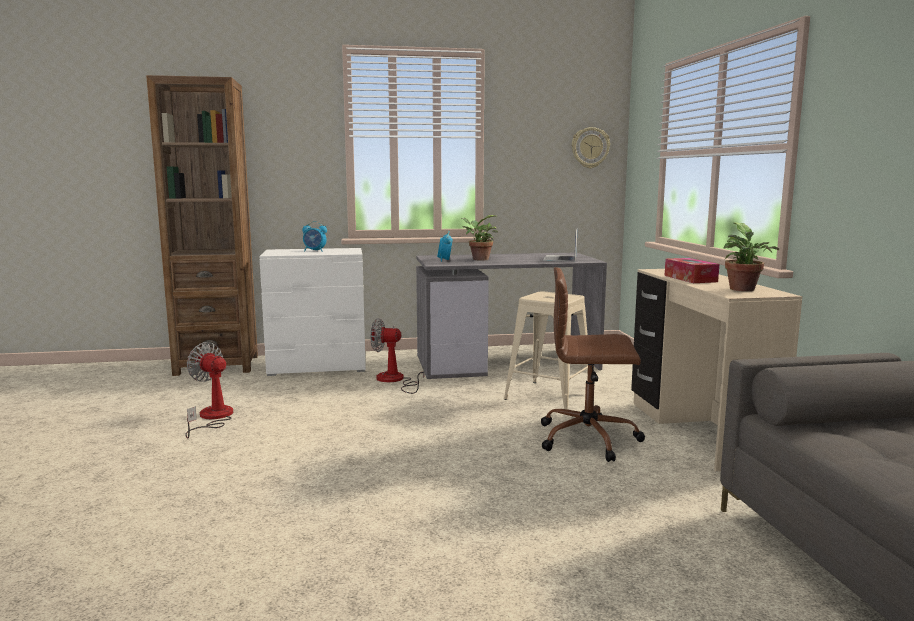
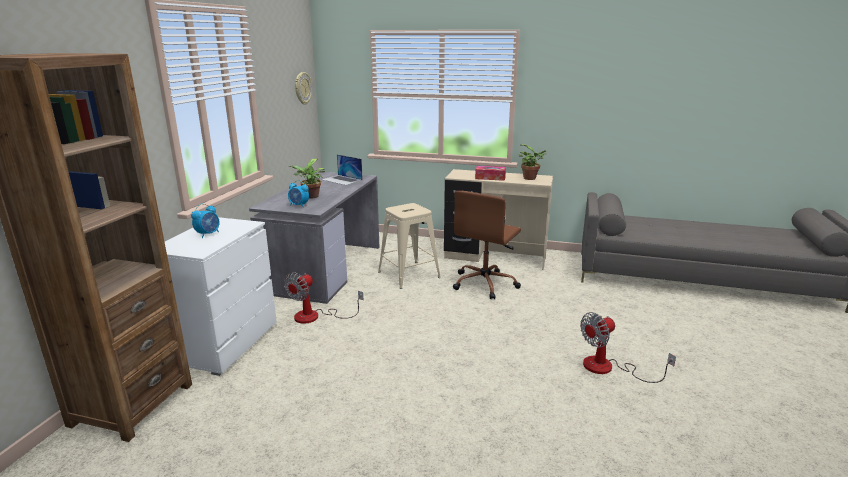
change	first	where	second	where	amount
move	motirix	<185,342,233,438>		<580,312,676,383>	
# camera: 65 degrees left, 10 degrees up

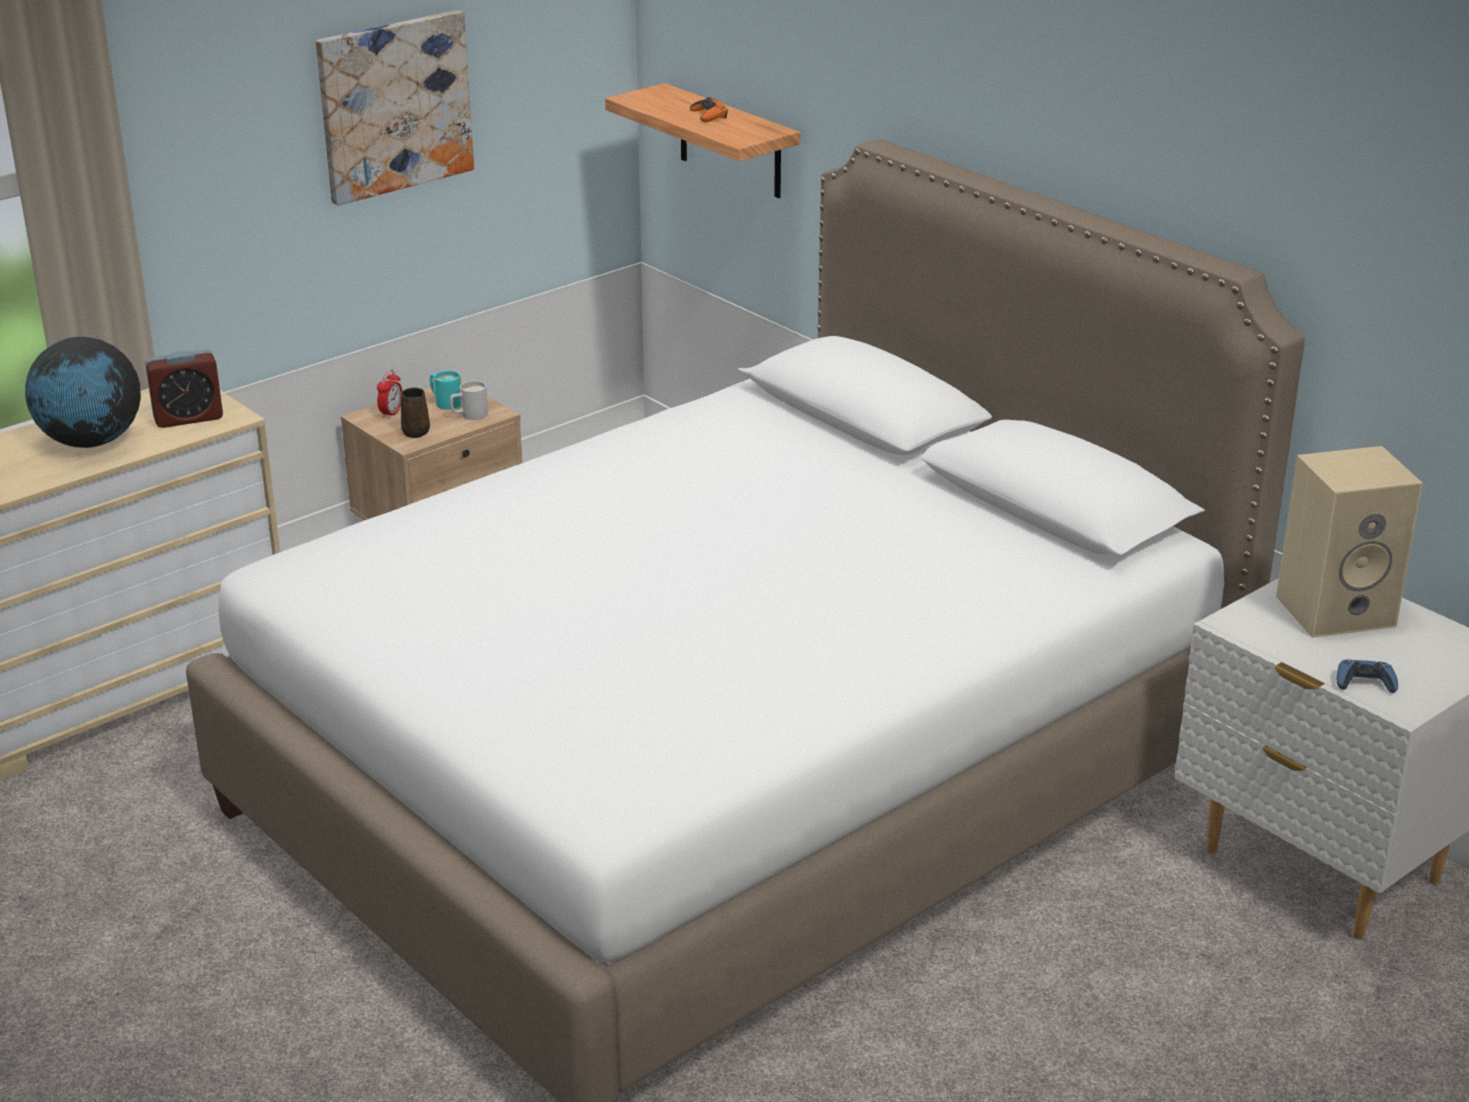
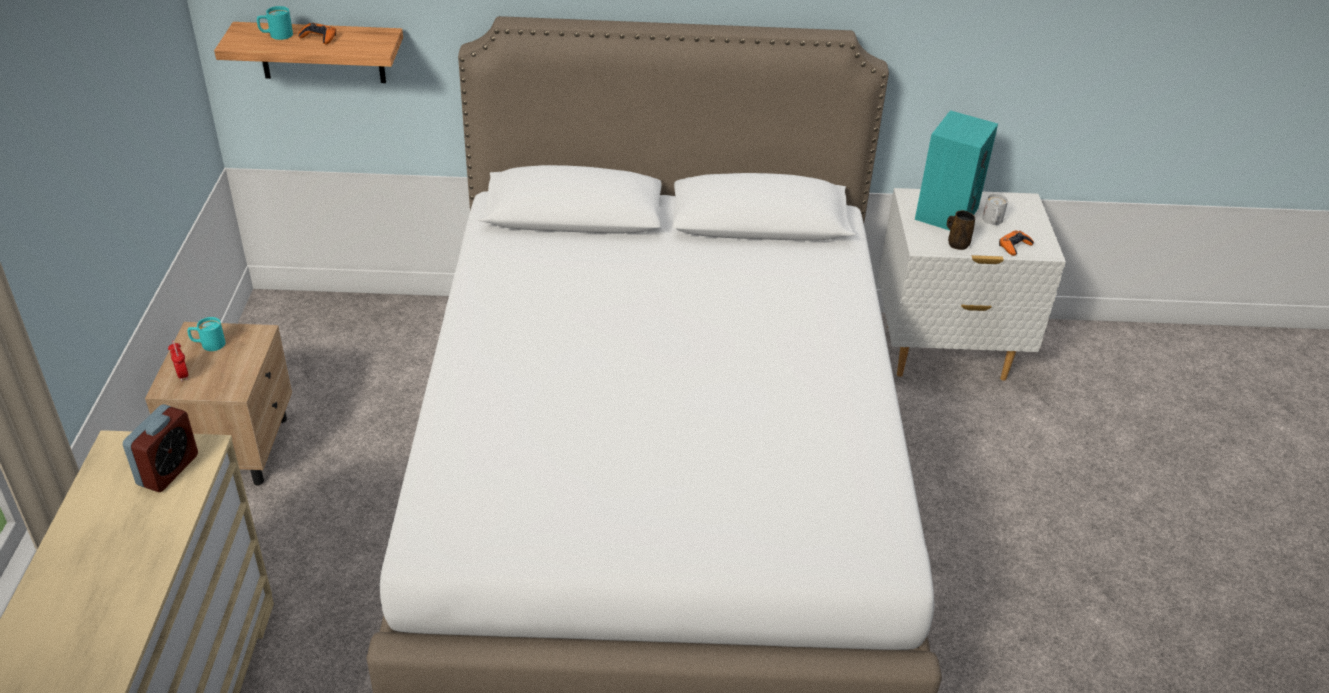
change	first	where	second	where	amount
insert			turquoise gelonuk	<257,6,293,40>	
recolor	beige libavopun	<1276,446,1423,638>	turquoise libavopun	<915,110,998,231>	
move	brown gelonuk	<401,387,430,438>		<947,210,975,250>	
move	white gelonuk	<450,381,488,420>		<982,193,1008,225>	
recolor	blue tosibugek	<1337,659,1398,693>	orange tosibugek	<999,231,1034,256>	
delete	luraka	<25,337,141,448>			
delete	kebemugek	<316,10,474,206>			
# camera: 50 degrees left, 10 degrees up

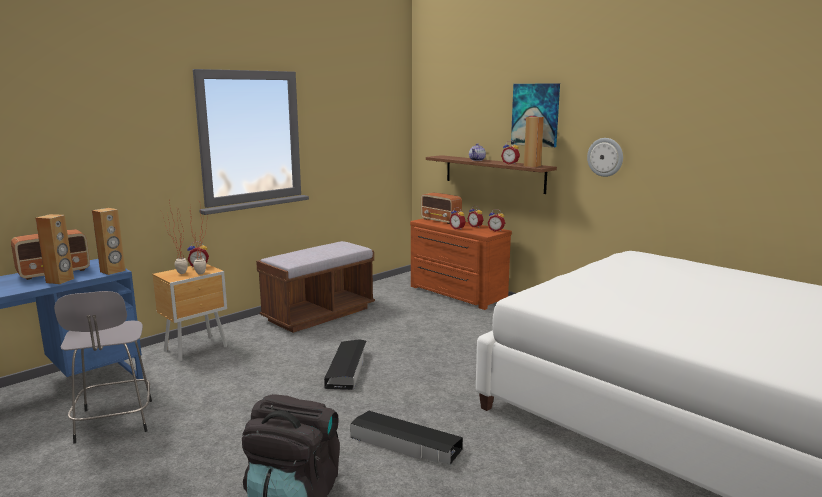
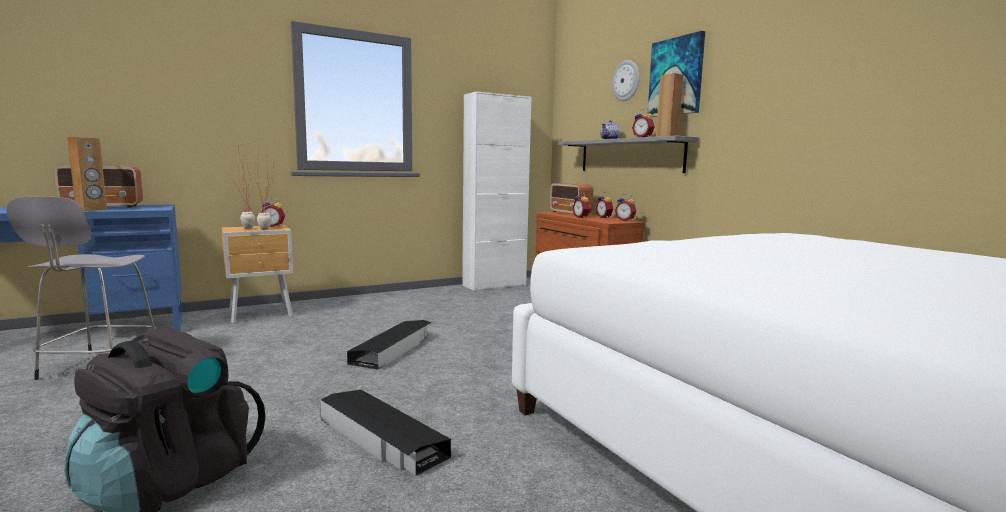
change	first	where	second	where	amount
insert			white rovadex	<462,91,531,291>	
recolor	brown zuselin	<426,155,557,194>	grey zuselin	<558,136,699,173>	
move	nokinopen	<587,138,623,177>		<612,60,639,101>	
delete	brown libavopun	<92,208,125,275>			
delete	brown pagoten	<256,241,375,333>			
# camera: 15 degrees right, 5 degrees down

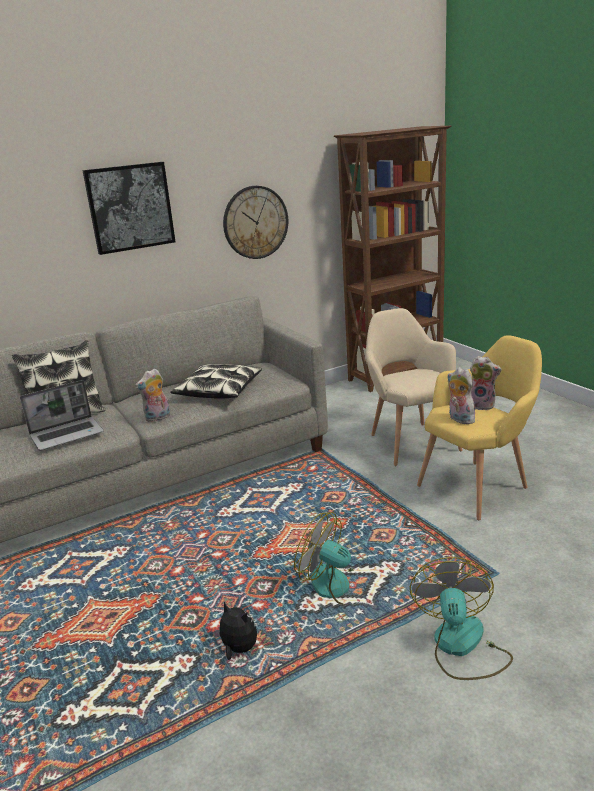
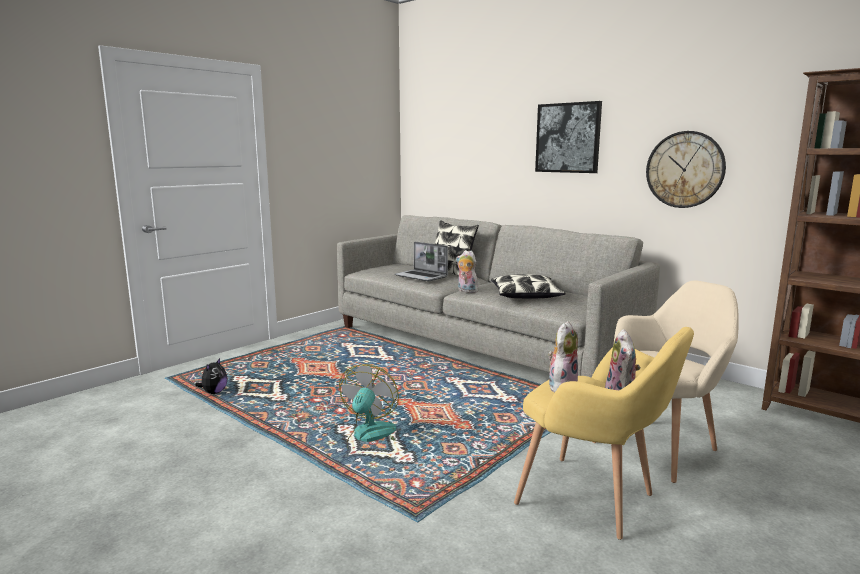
change	first	where	second	where	amount
move	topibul	<213,602,257,660>		<195,358,227,394>	
delete	motirix	<410,557,513,680>			
# camera: 70 degrees right, 10 degrees down

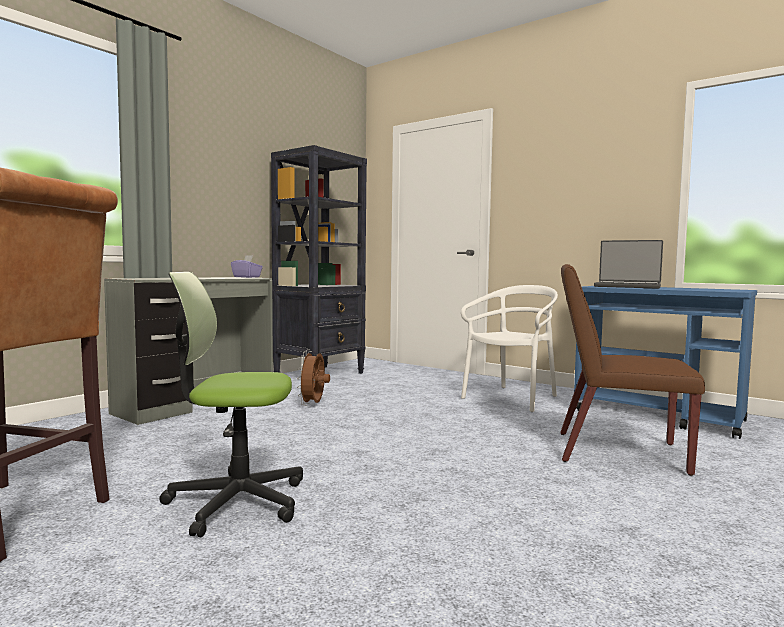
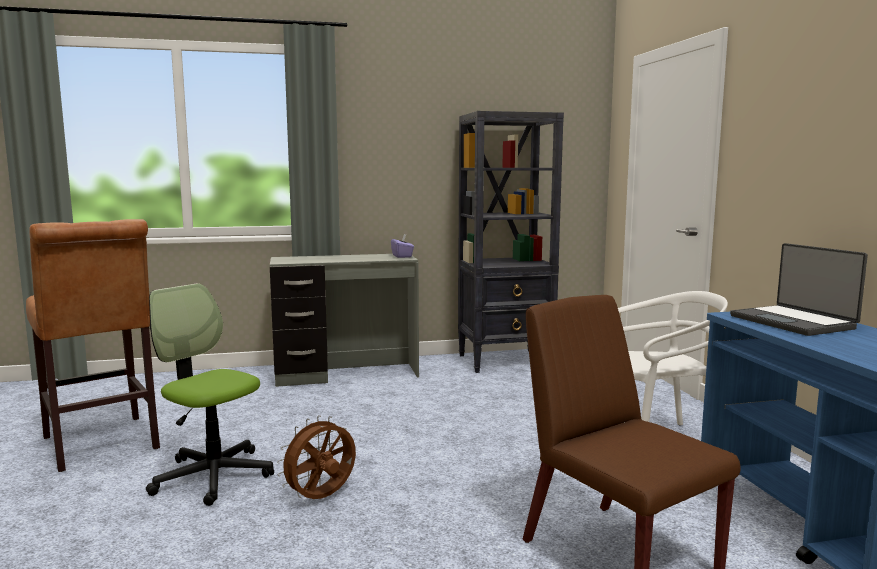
change	first	where	second	where	amount
move	brown motirix	<297,349,330,406>		<277,415,356,499>	
# camera: 40 degrees right, 5 degrees up

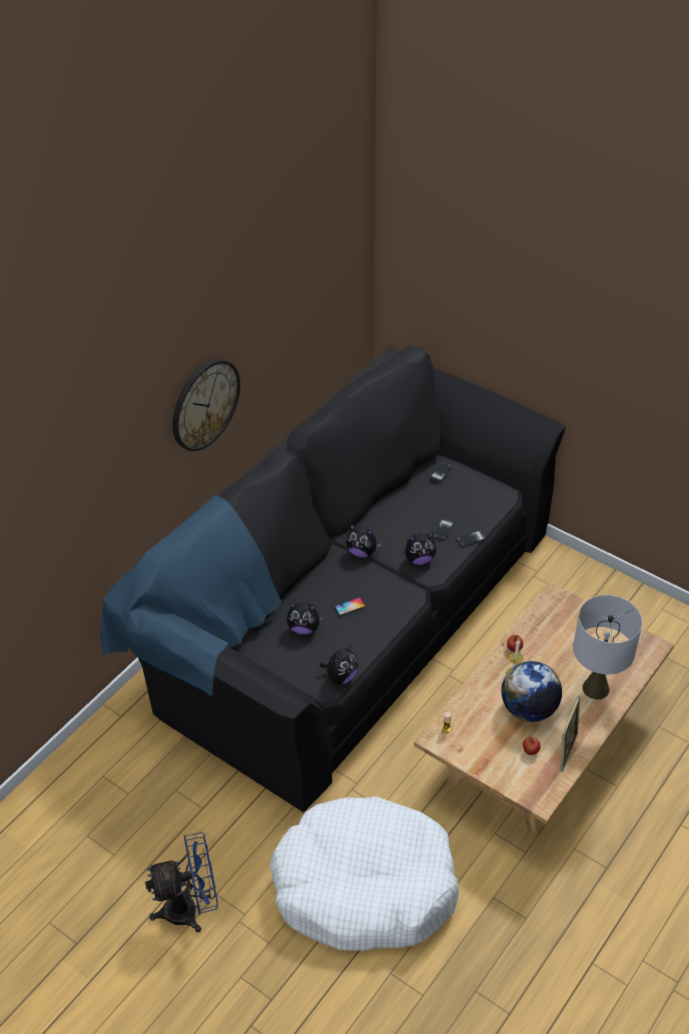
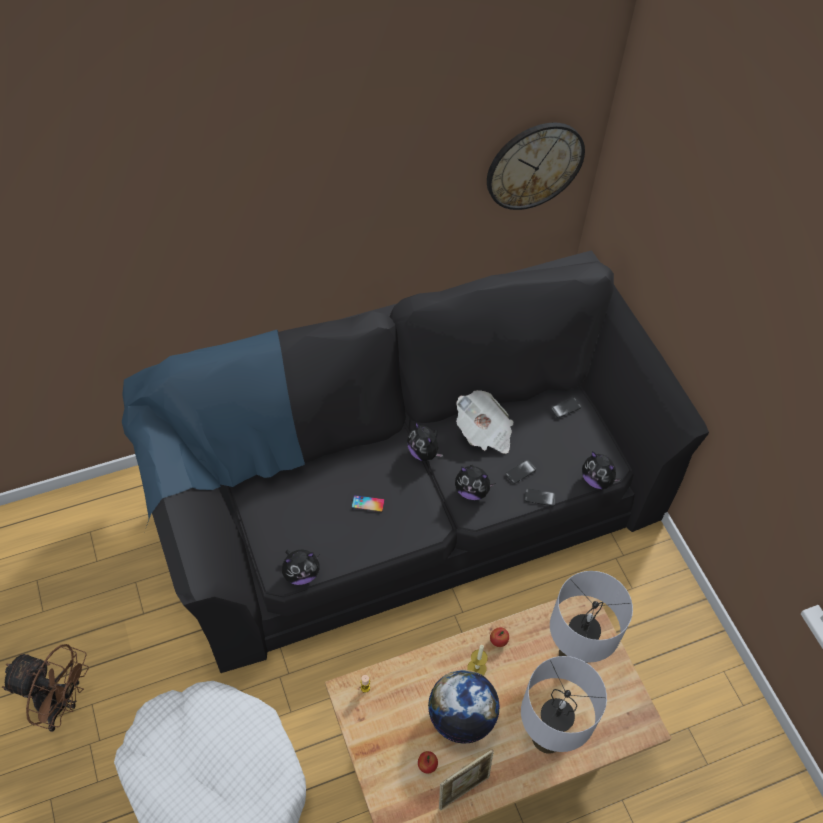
change	first	where	second	where	amount
recolor	blue motirix	<145,832,218,932>	brown motirix	<2,644,89,732>	
insert			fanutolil	<456,390,513,454>	
move	nokinopen	<173,359,240,451>		<487,123,585,210>	
insert			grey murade	<550,571,633,663>	
move	topibul	<287,602,324,635>		<582,451,621,489>	
# camera: 30 degrees right, 10 degrees up

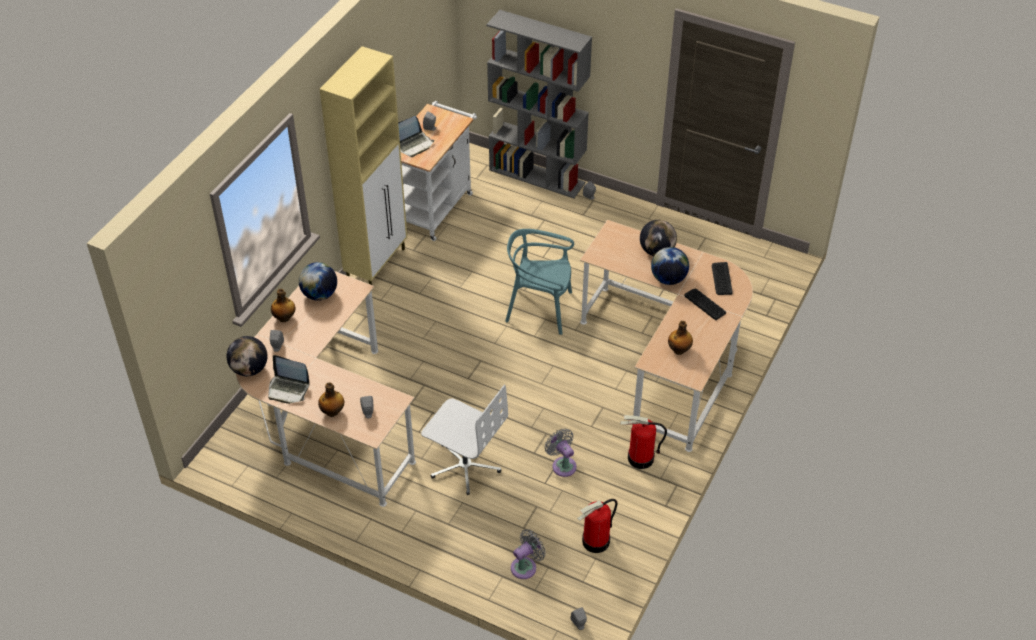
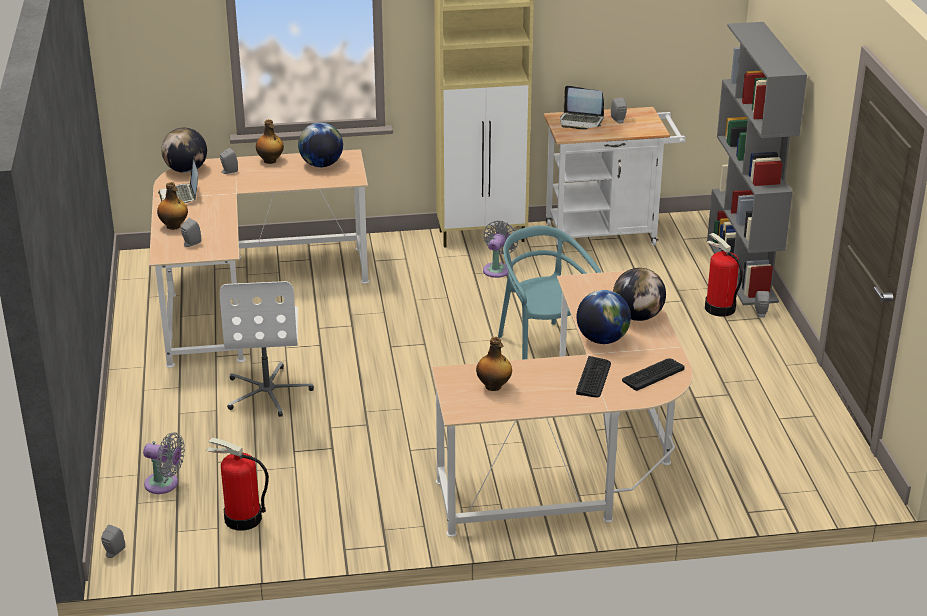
change	first	where	second	where	amount
move	grey motirix	<545,428,577,477>		<483,221,518,278>	
move	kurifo	<620,415,667,469>		<705,233,743,317>	
# camera: 55 degrees right, 15 degrees down

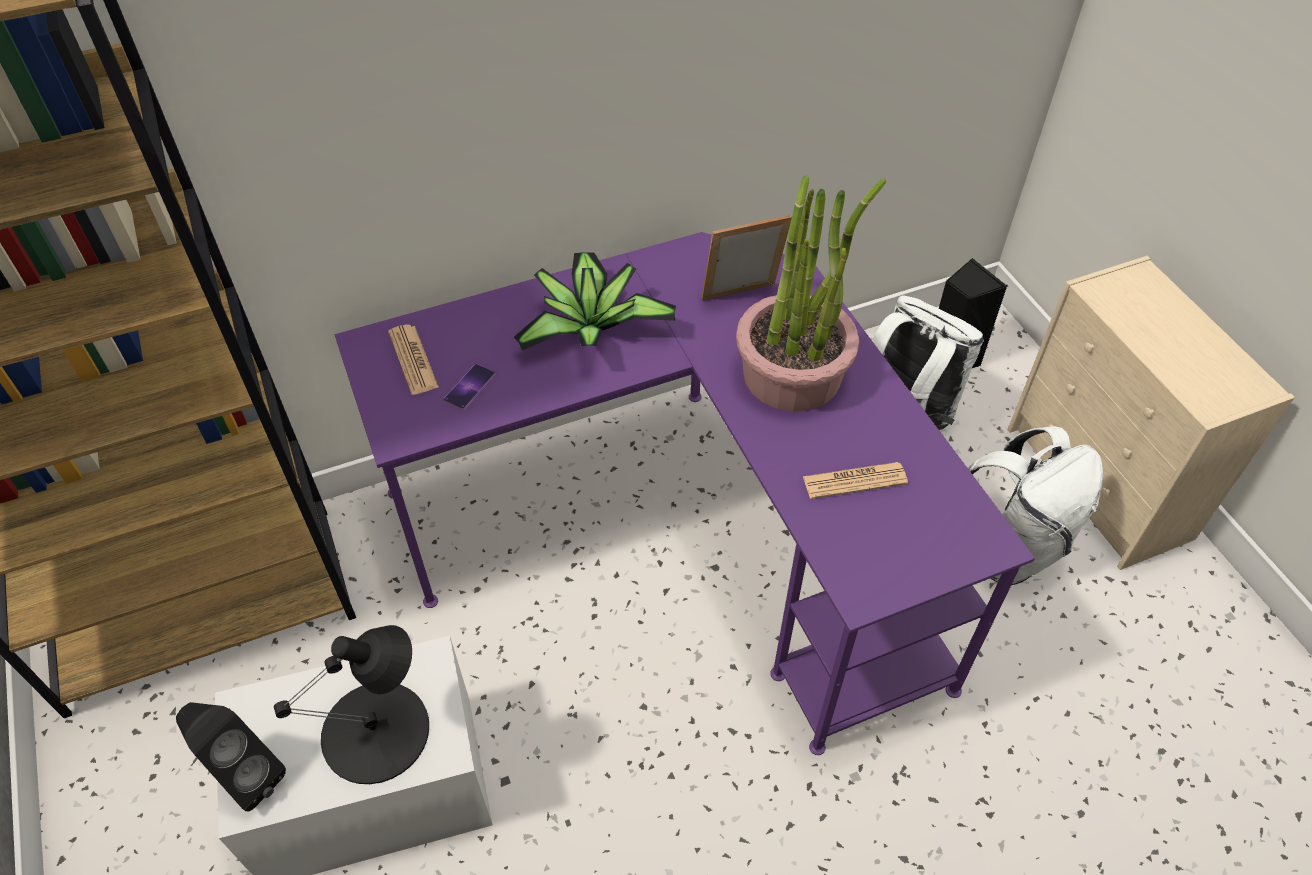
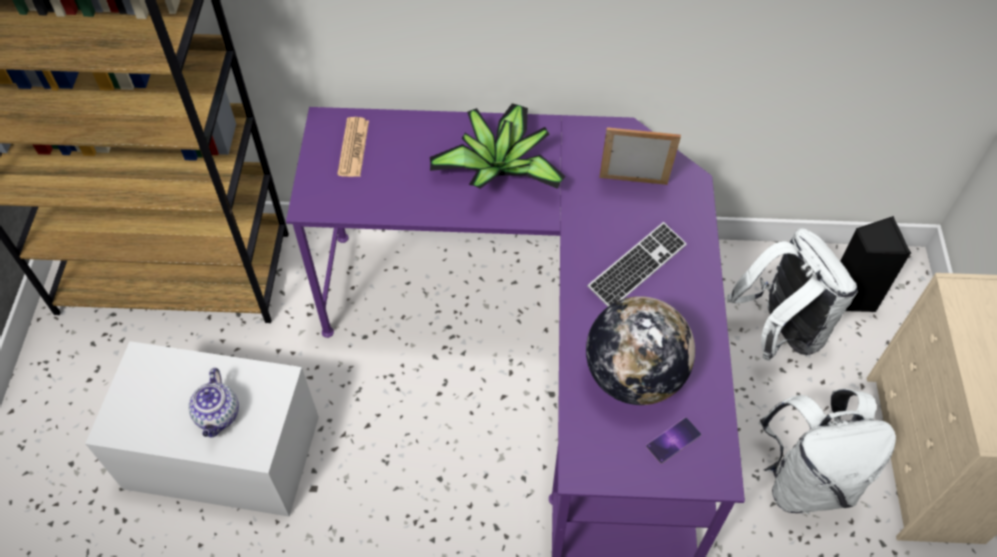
change	first	where	second	where	amount
replace	black murade	<274,625,429,784>	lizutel	<188,368,239,437>	
replace	fanutolil	<803,462,908,499>	luraka	<586,296,695,405>	
replace	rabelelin	<736,175,886,412>	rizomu	<587,222,687,307>	
move	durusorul	<444,364,495,410>		<646,417,702,464>	
delete	black libavopun	<176,702,286,811>			
# camera: 25 degrees right, 5 degrees up

